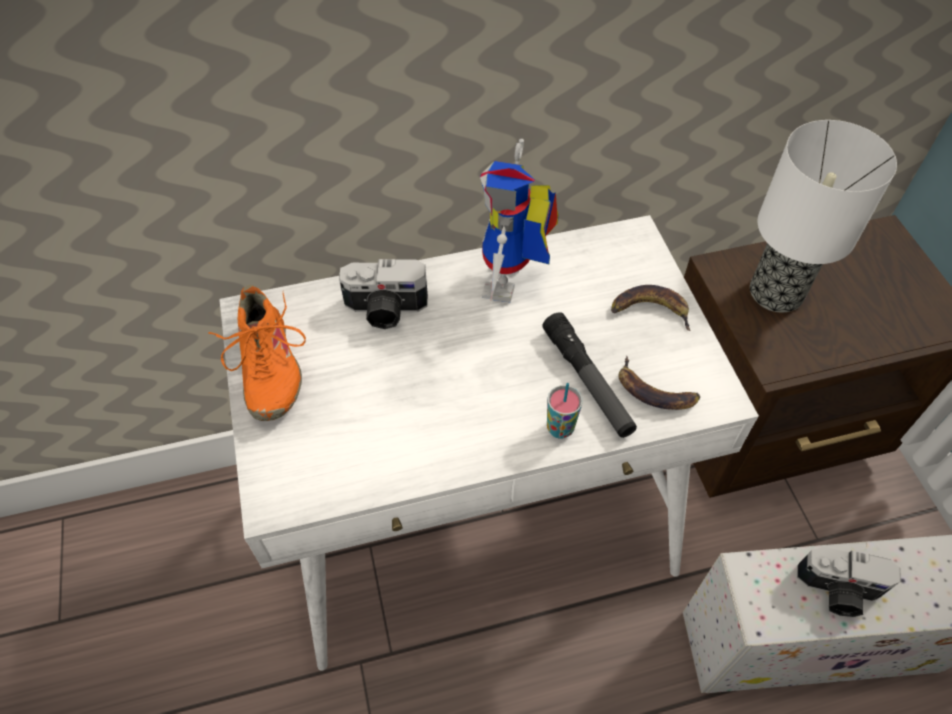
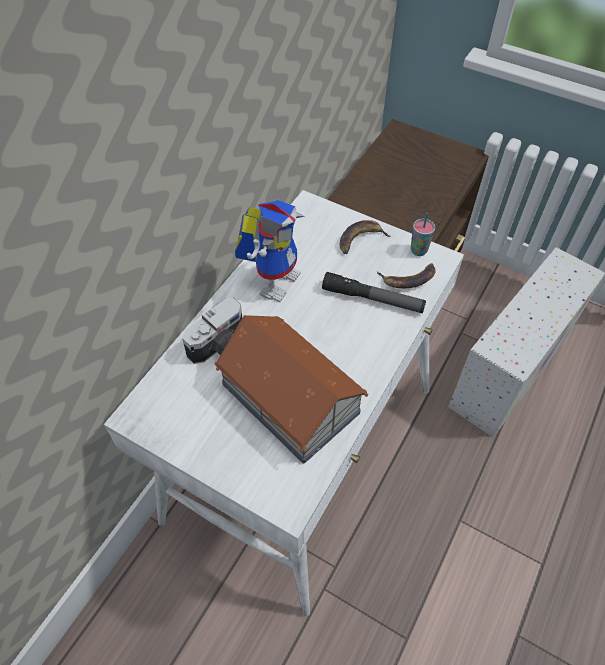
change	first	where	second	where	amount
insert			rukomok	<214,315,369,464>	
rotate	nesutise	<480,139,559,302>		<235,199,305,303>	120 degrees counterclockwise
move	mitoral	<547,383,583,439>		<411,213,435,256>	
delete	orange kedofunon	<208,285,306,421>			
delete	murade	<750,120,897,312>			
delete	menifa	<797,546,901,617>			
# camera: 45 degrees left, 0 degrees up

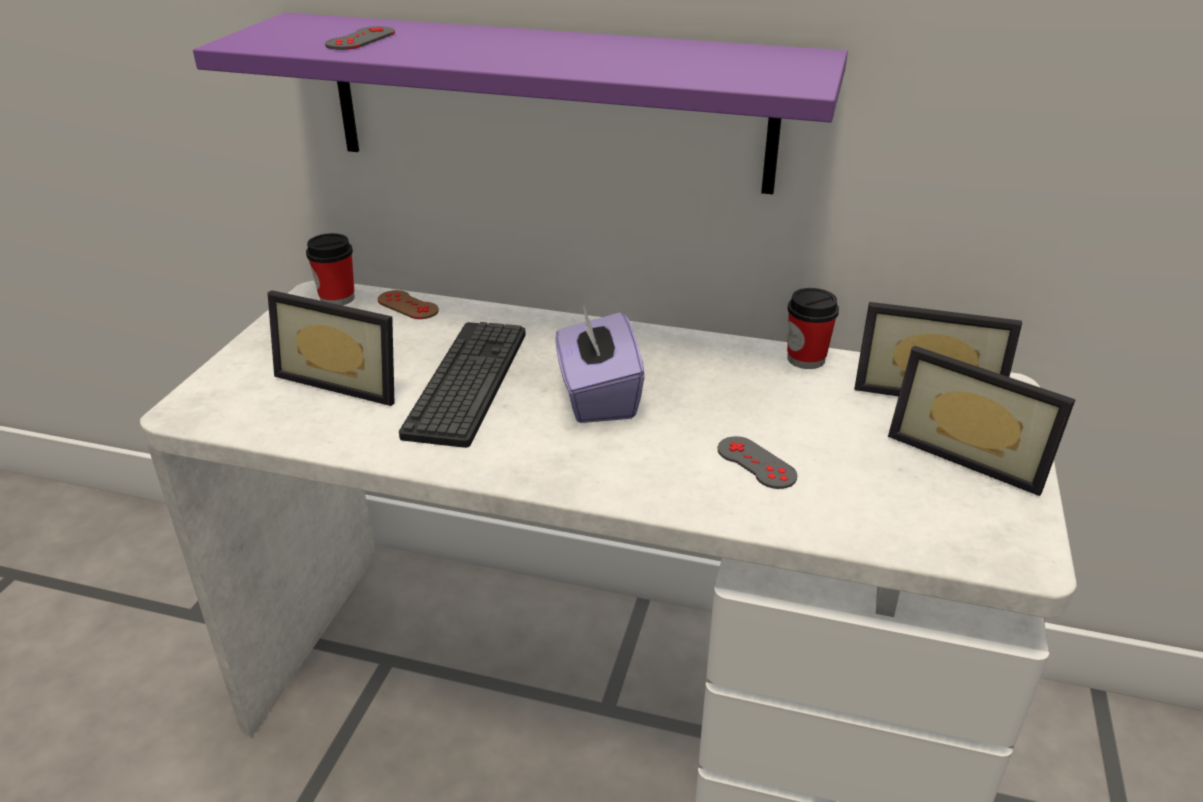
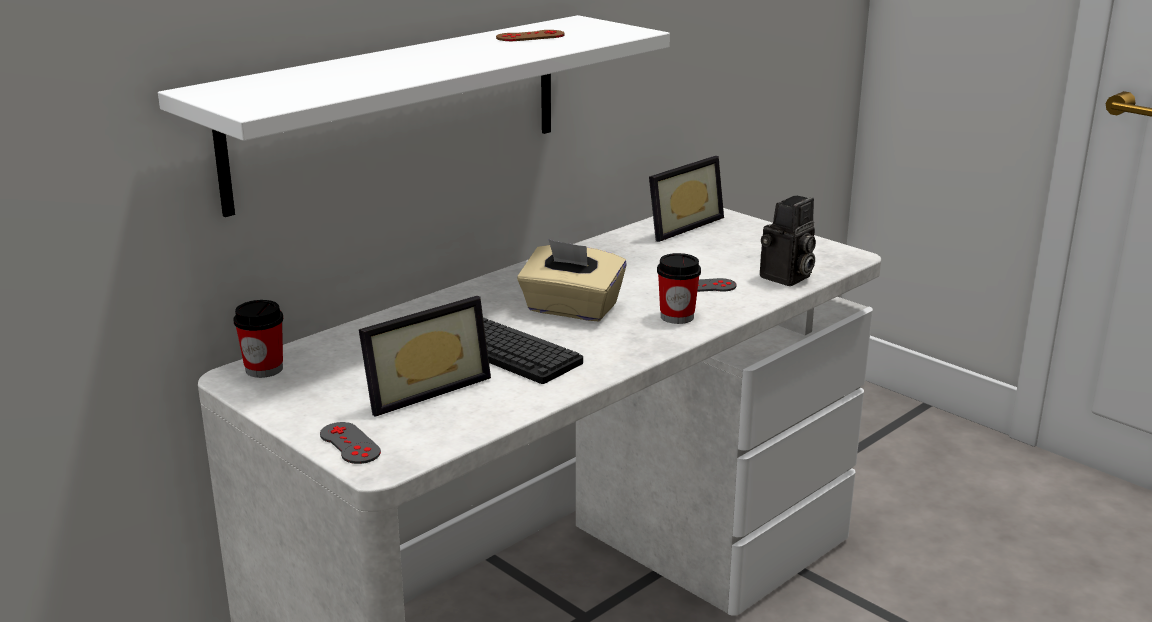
change	first	where	second	where	amount
recolor	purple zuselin	<193,13,848,194>	white zuselin	<158,15,670,217>	
move	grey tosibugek	<325,26,395,50>		<320,422,381,464>	
move	brown tosibugek	<378,290,439,319>		<496,30,565,41>	
recolor	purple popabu	<555,305,645,423>	beige popabu	<517,239,627,321>	
move	mitoral	<787,288,839,369>		<657,253,701,324>	
insert			menifa	<760,196,816,286>	
delete	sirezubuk	<888,346,1076,496>			
# camera: 60 degrees left, 10 degrees down

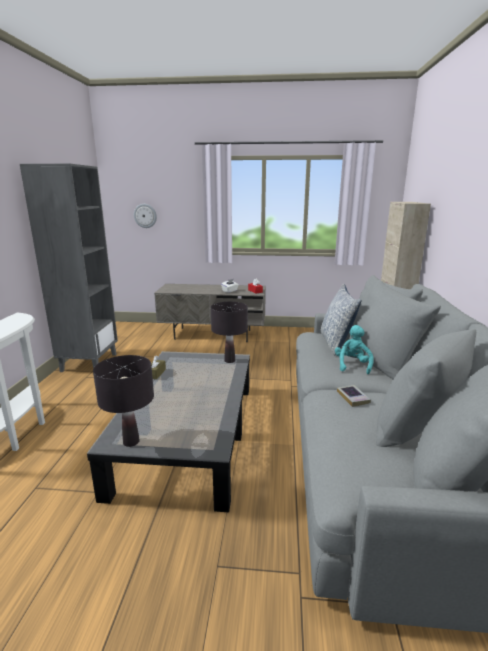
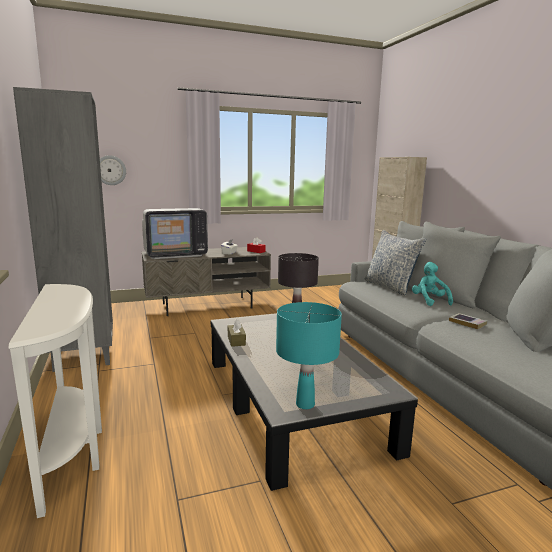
change	first	where	second	where	amount
insert			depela	<142,208,208,259>	
recolor	black murade	<93,355,154,447>	turquoise murade	<276,302,342,409>	
# camera: 25 degrees left, 5 degrees down

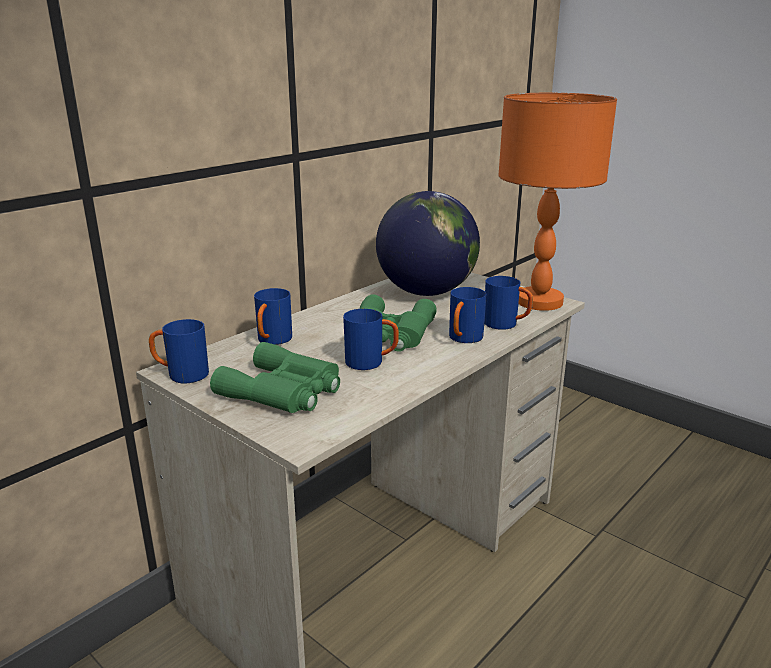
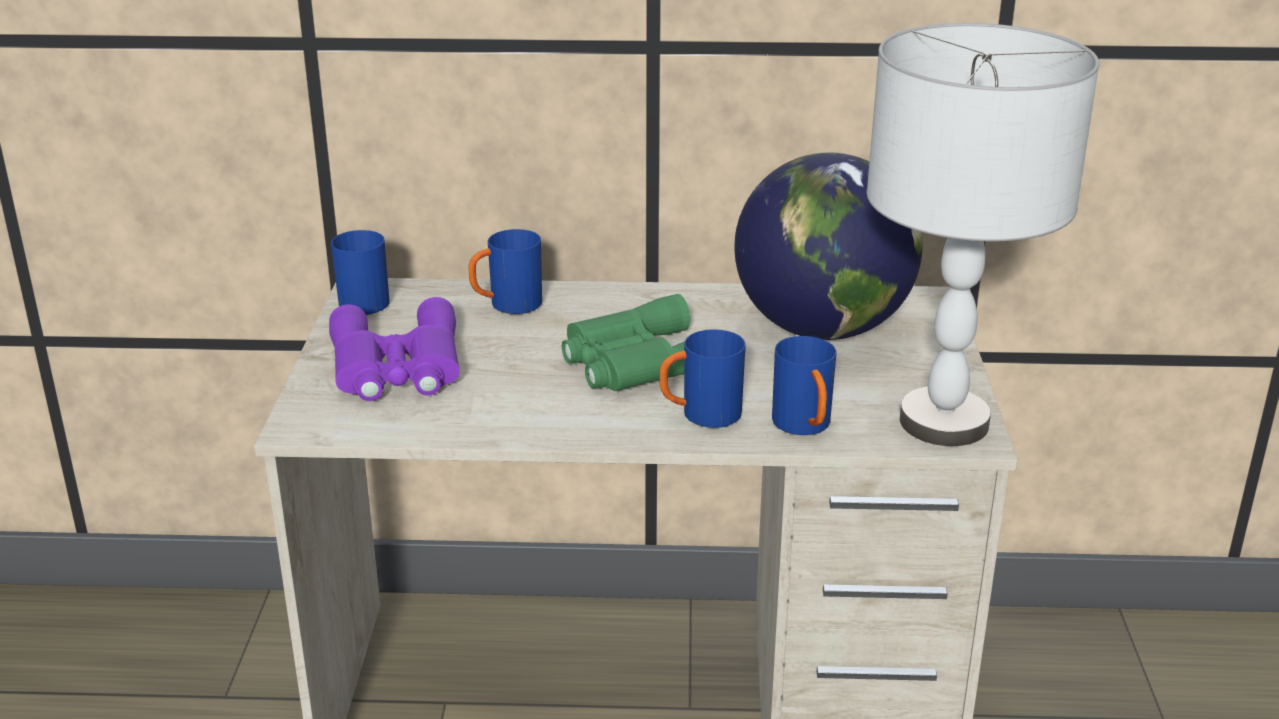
change	first	where	second	where	amount
recolor	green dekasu	<210,342,340,413>	purple dekasu	<329,297,460,401>	
recolor	orange murade	<498,93,617,311>	grey murade	<867,23,1100,446>	
delete	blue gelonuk	<343,309,399,370>			
# camera: 50 degrees right, 5 degrees up

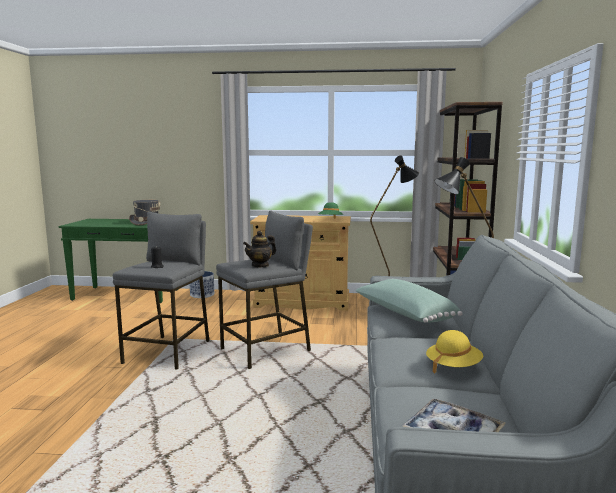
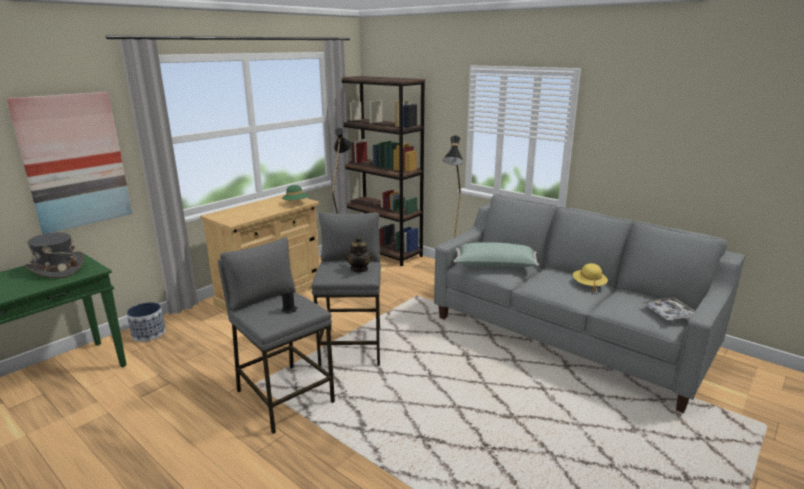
change	first	where	second	where	amount
insert			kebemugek	<6,92,132,234>	
# camera: 55 degrees left, 10 degrees up

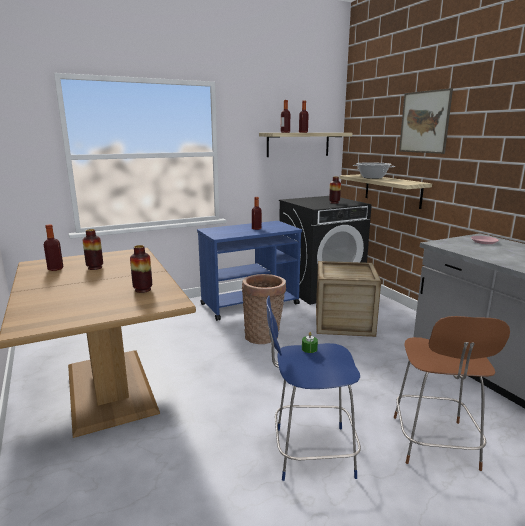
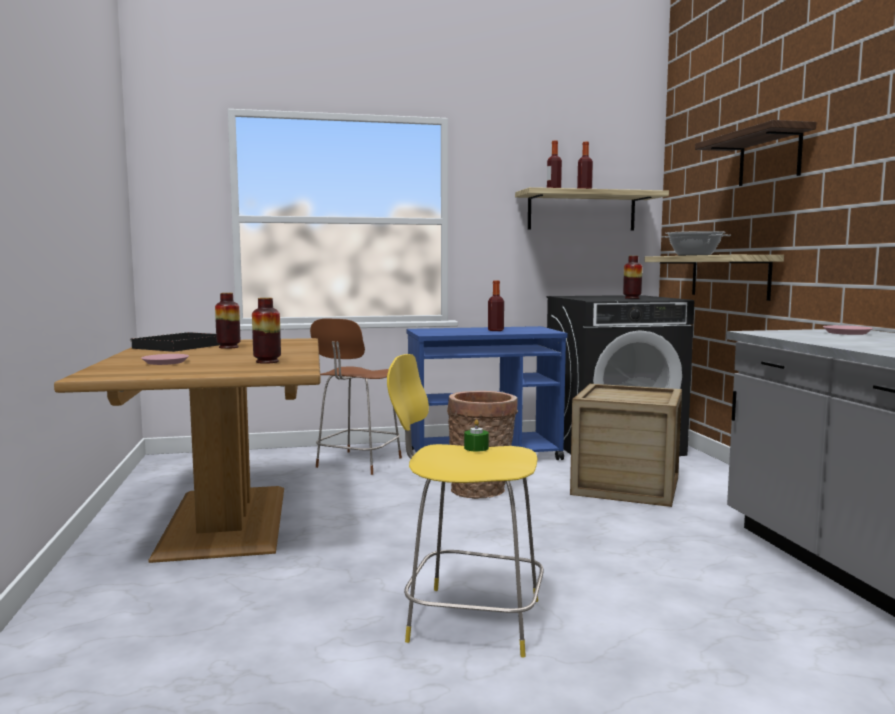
change	first	where	second	where	amount
replace	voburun	<44,224,63,271>	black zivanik	<130,332,220,352>	
insert			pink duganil	<141,354,189,365>	
move	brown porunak	<394,316,510,471>		<310,318,402,475>	
recolor	blue porunak	<266,296,361,481>	yellow porunak	<387,354,544,657>	
replace	kebemugek	<399,88,453,154>	zuselin	<695,120,817,186>	
# camera: 15 degrees right, 10 degrees down

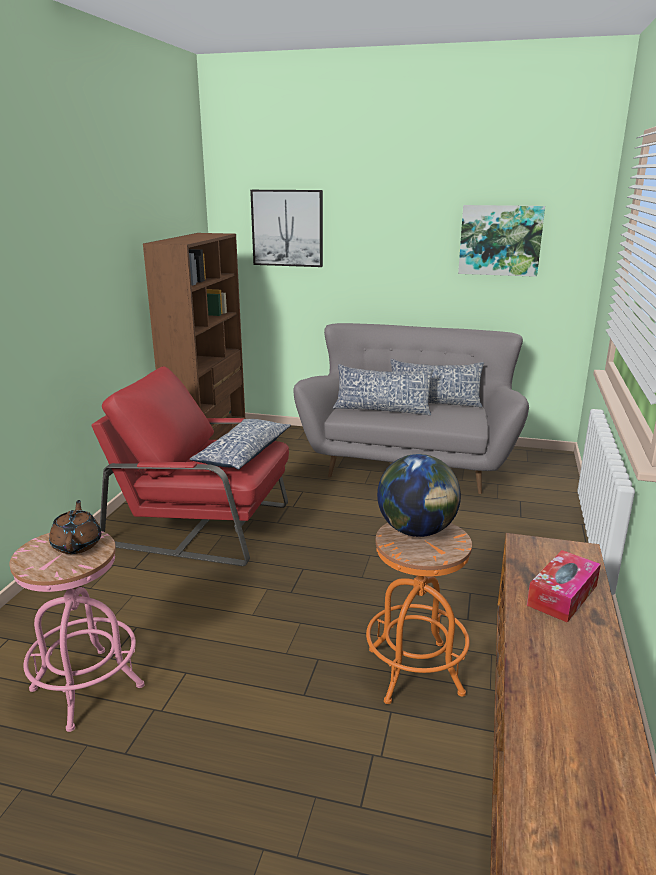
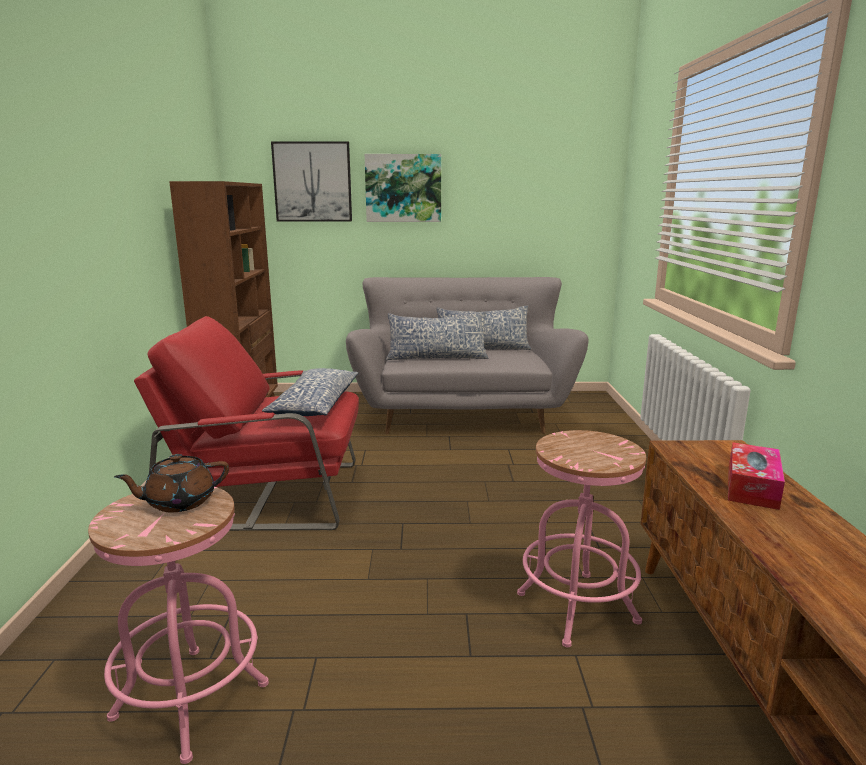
change	first	where	second	where	amount
rotate	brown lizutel	<49,500,101,554>		<114,454,229,513>	90 degrees counterclockwise
move	kebemugek	<458,205,545,277>		<365,154,441,222>	
recolor	orange porunak	<366,523,472,704>	pink porunak	<517,430,646,647>	
delete	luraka	<377,454,461,537>			
# camera: 15 degrees left, 5 degrees down

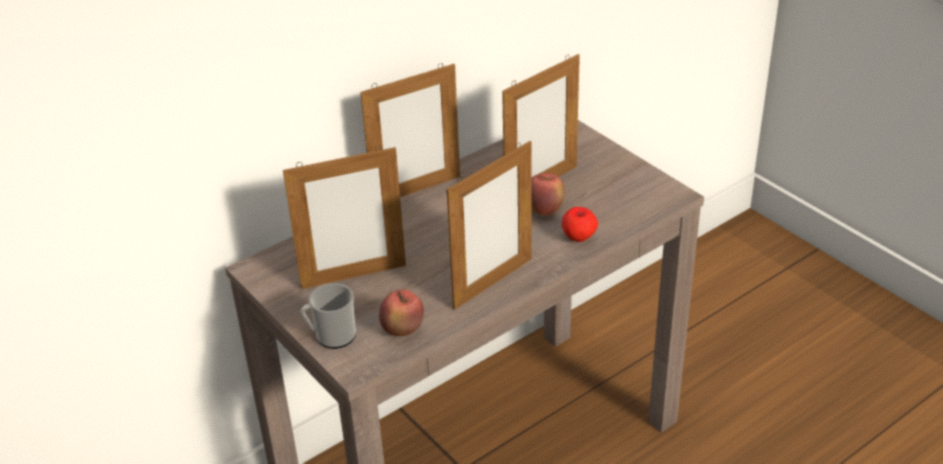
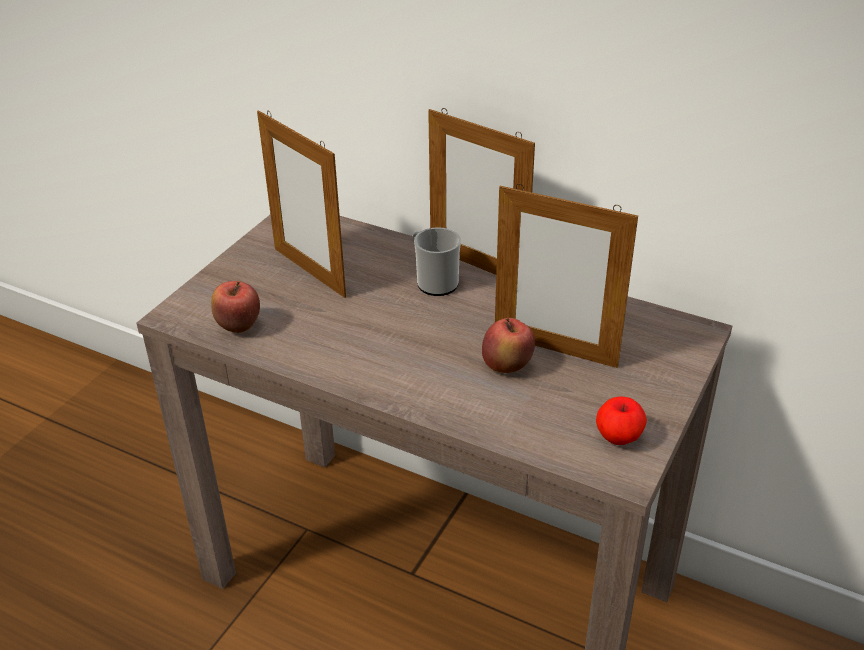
change	first	where	second	where	amount
move	gelonuk	<300,283,356,349>		<413,227,461,296>	
move	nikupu	<562,207,598,242>		<596,396,647,445>	
delete	sirezubuk	<447,141,531,310>			
# camera: 65 degrees right, 0 degrees up

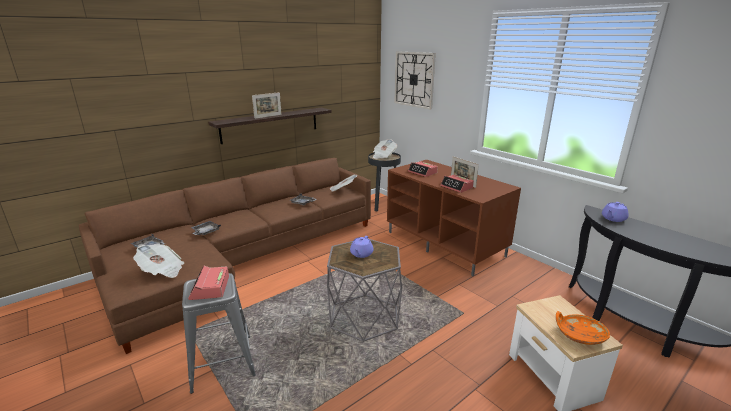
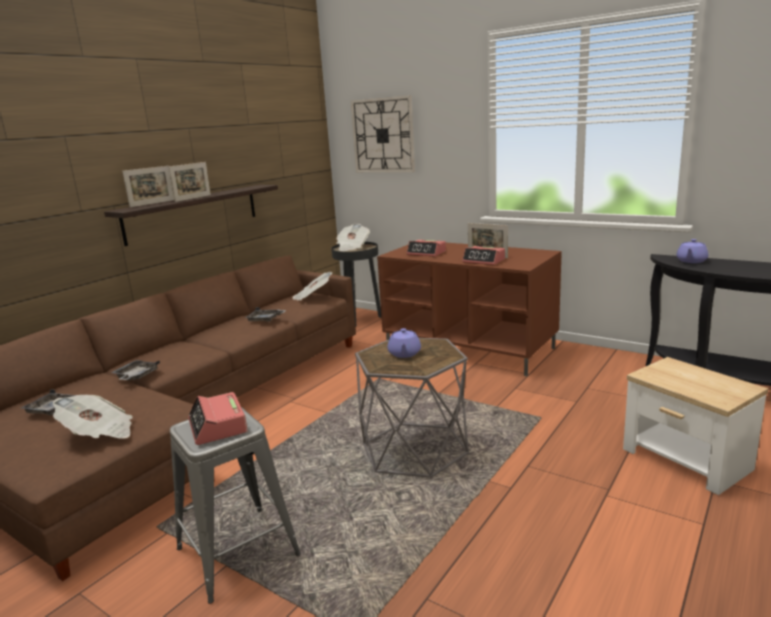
change	first	where	second	where	amount
insert			sirezubuk	<122,166,174,207>	
delete	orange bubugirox	<556,311,610,345>			
# camera: 15 degrees left, 5 degrees down

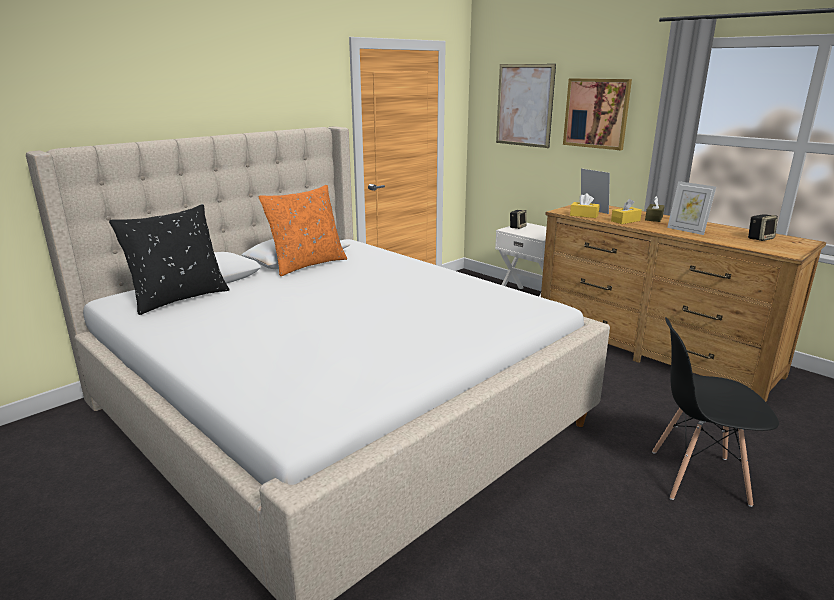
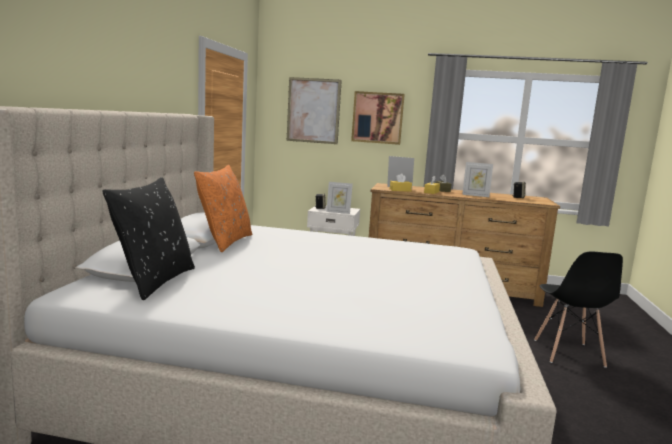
change	first	where	second	where	amount
insert			sirezubuk	<326,182,353,214>	
rotate	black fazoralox	<652,318,779,507>		<534,252,623,368>	60 degrees counterclockwise
# camera: 35 degrees left, 10 degrees down

